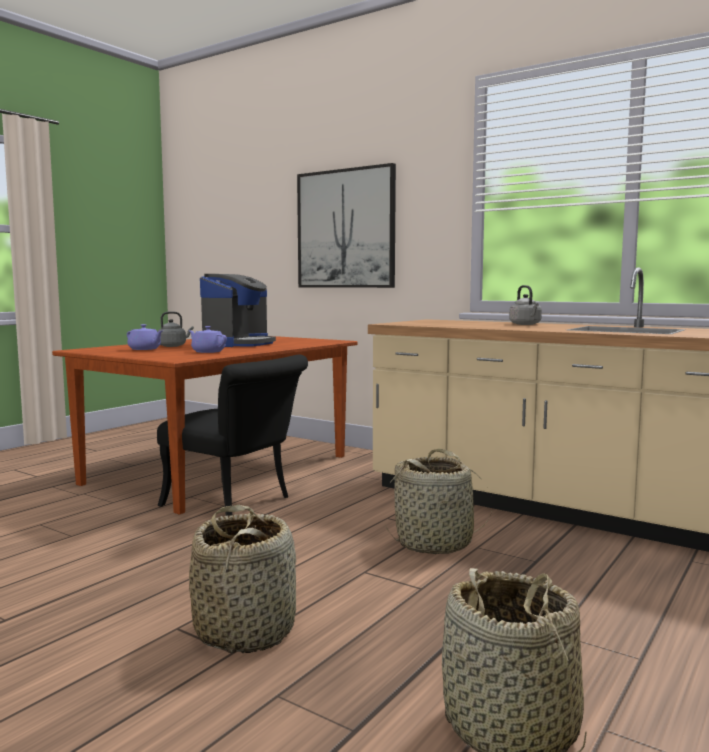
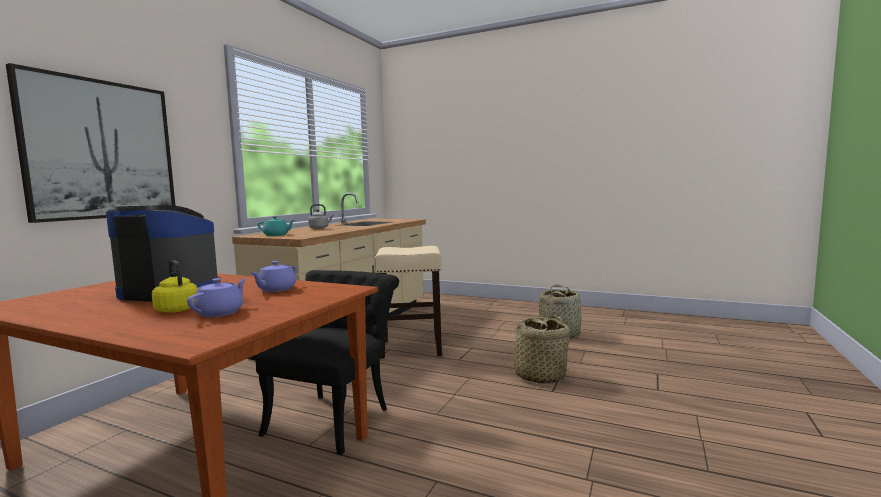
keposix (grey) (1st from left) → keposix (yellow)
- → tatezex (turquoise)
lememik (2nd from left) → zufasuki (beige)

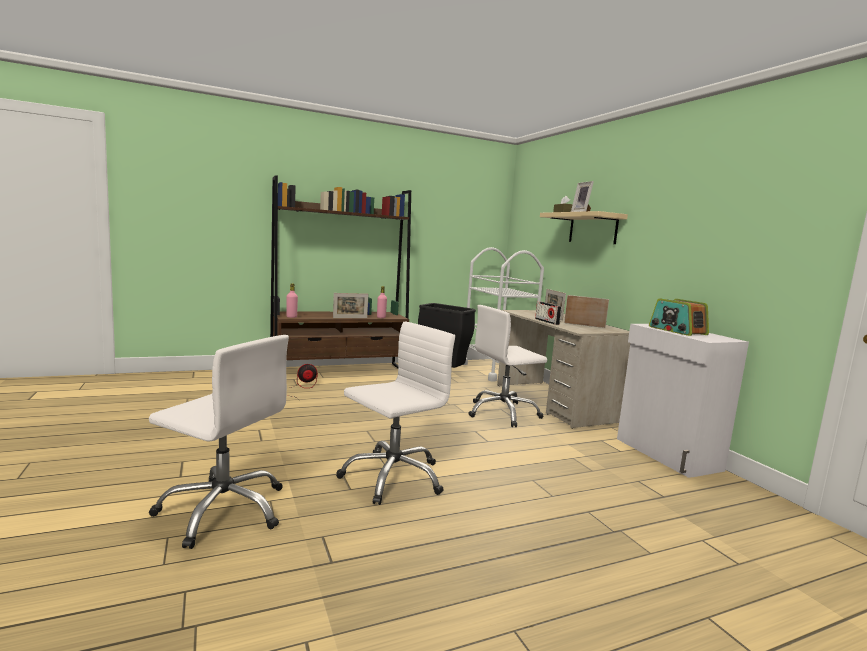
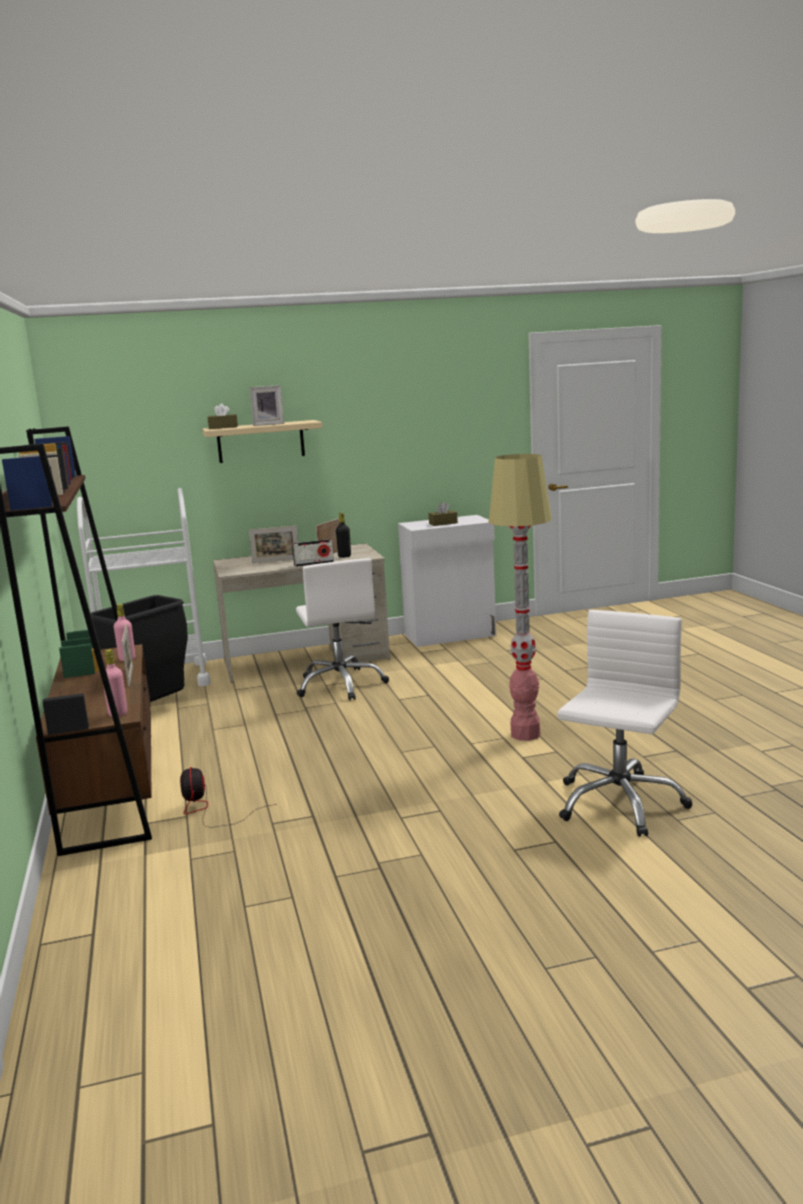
- → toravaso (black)
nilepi (2nd from left) → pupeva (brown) (2nd from left)
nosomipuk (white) (2nd from left) → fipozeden

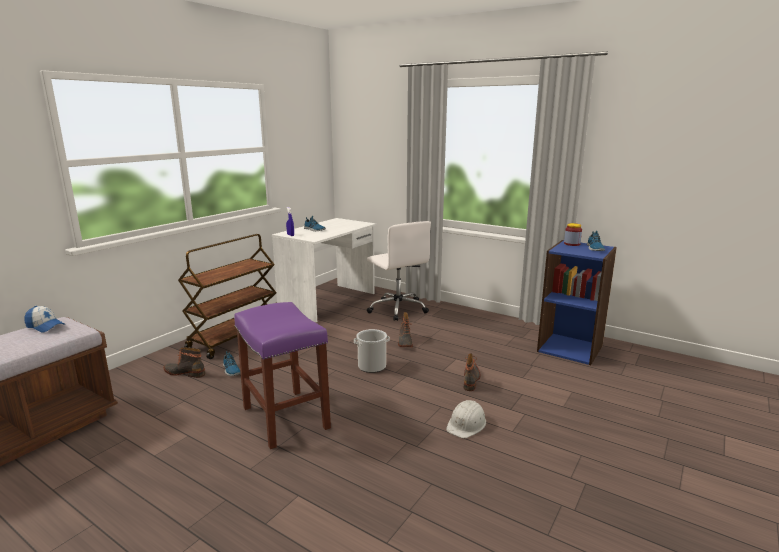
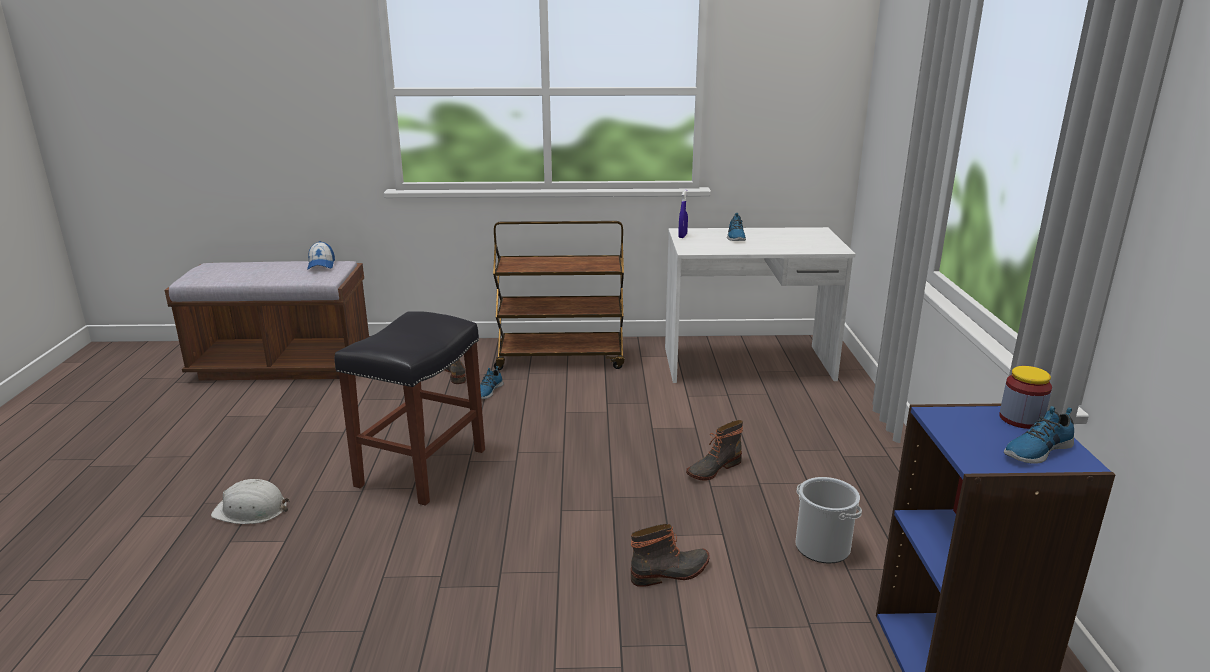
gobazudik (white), move
zufasuki (purple) → zufasuki (black)
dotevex, move
nosomipuk (white) → -

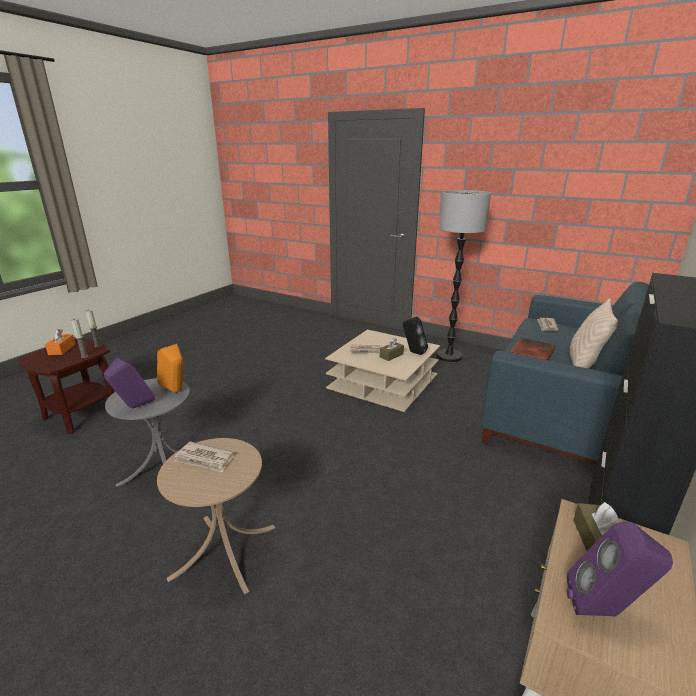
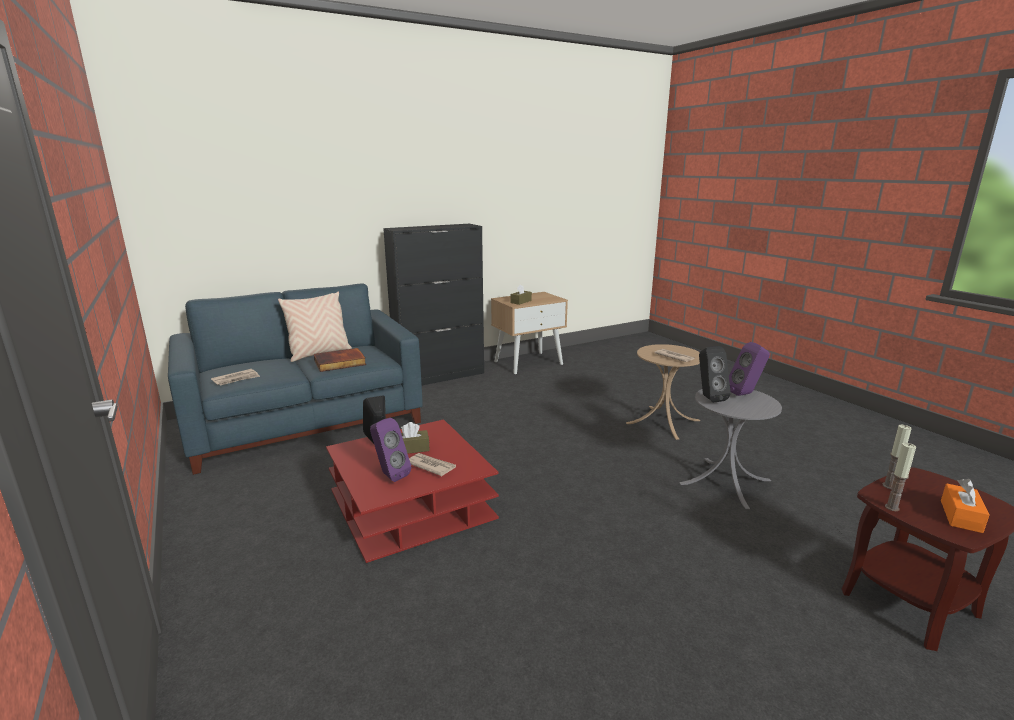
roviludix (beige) → roviludix (red)
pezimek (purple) (2nd from left in the first image) → pezimek (purple) (1st from left), move
pezimek (orange) → pezimek (black) (2nd from left)
fipozeden → -

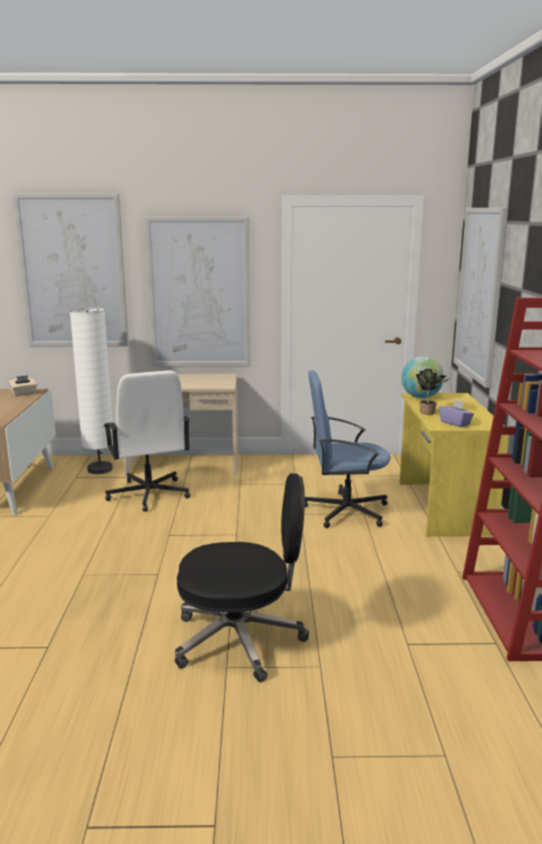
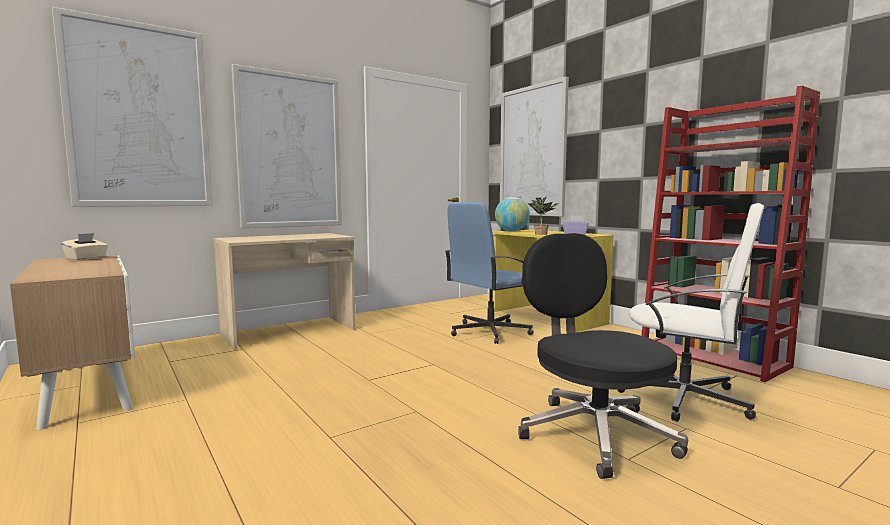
nosomipuk (black), 75 degrees counterclockwise
nosomipuk (white), move
fipozeden (white) → -

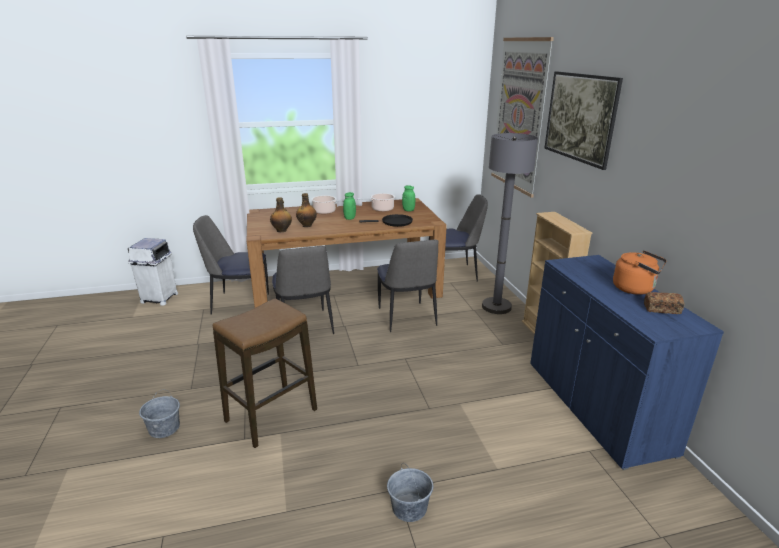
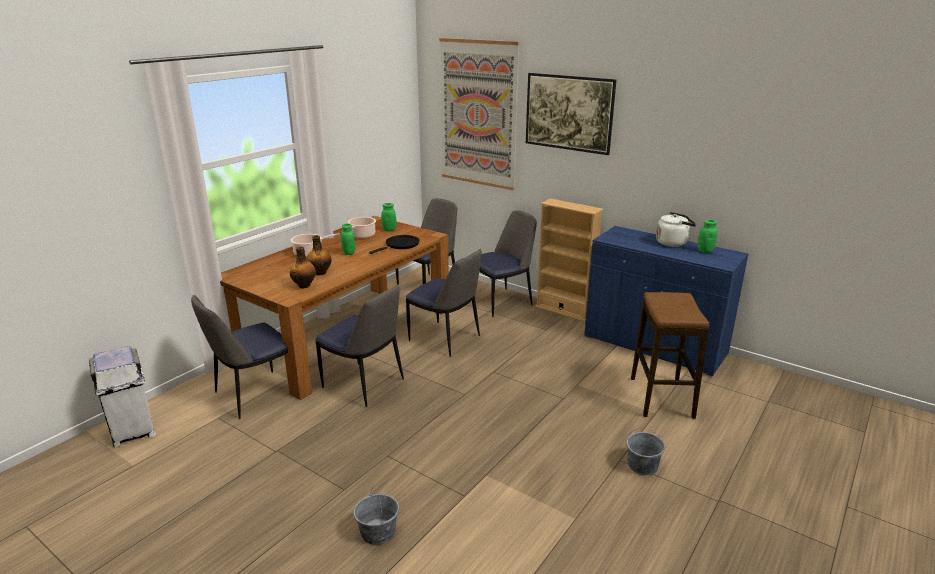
fipozeden (grey) → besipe (5th from left)
zufasuki, move
keposix (orange) → keposix (white)
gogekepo → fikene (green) (3rd from left)

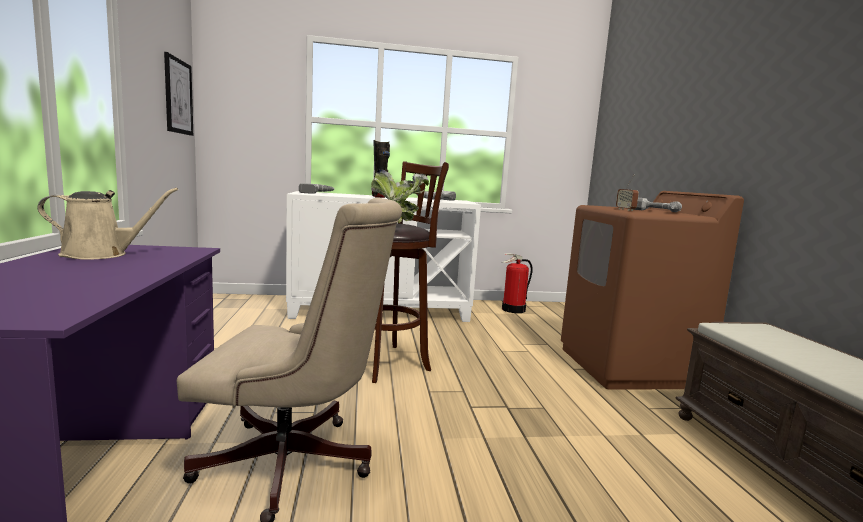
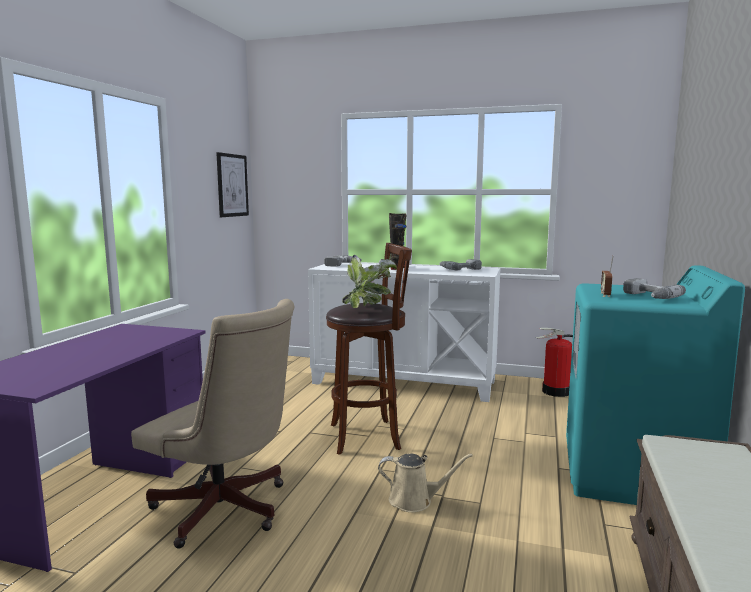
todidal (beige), move
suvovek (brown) → suvovek (turquoise)

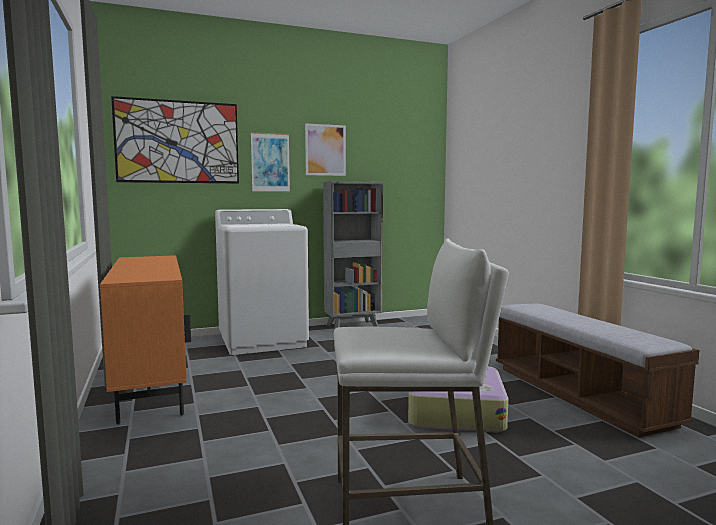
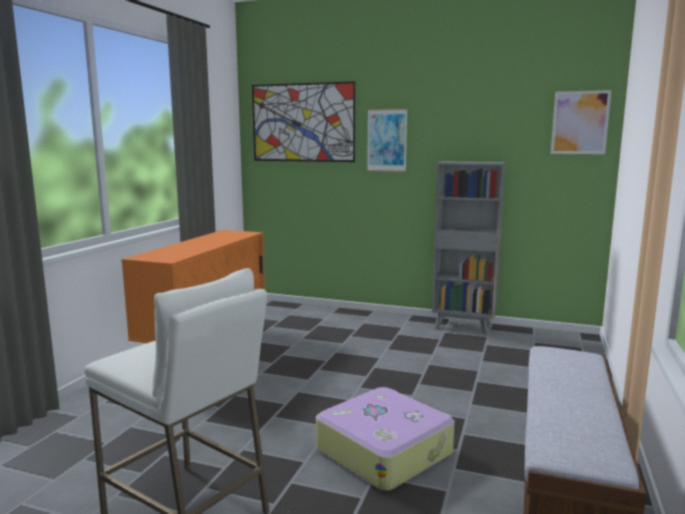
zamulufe (3rd from left), move
suvovek (white) → -

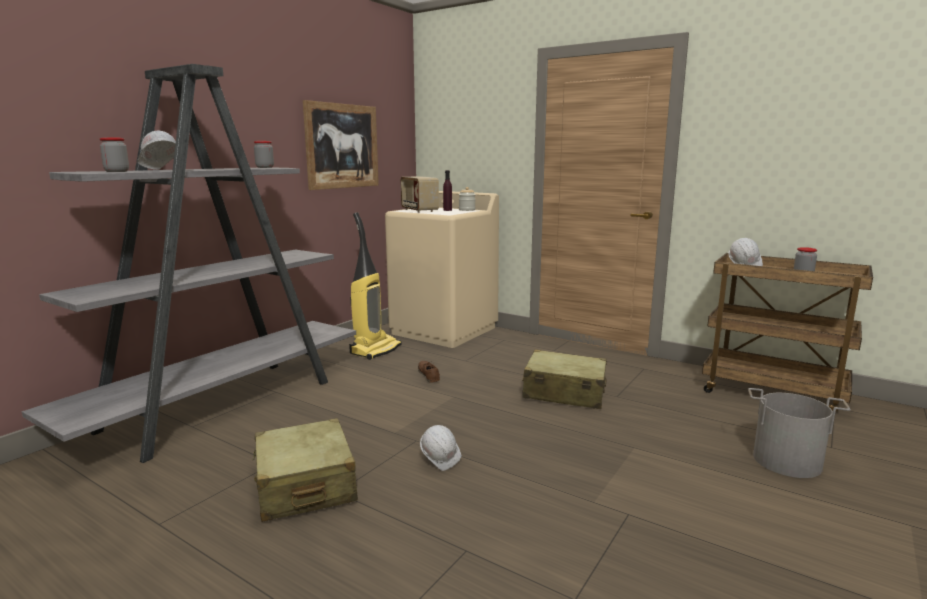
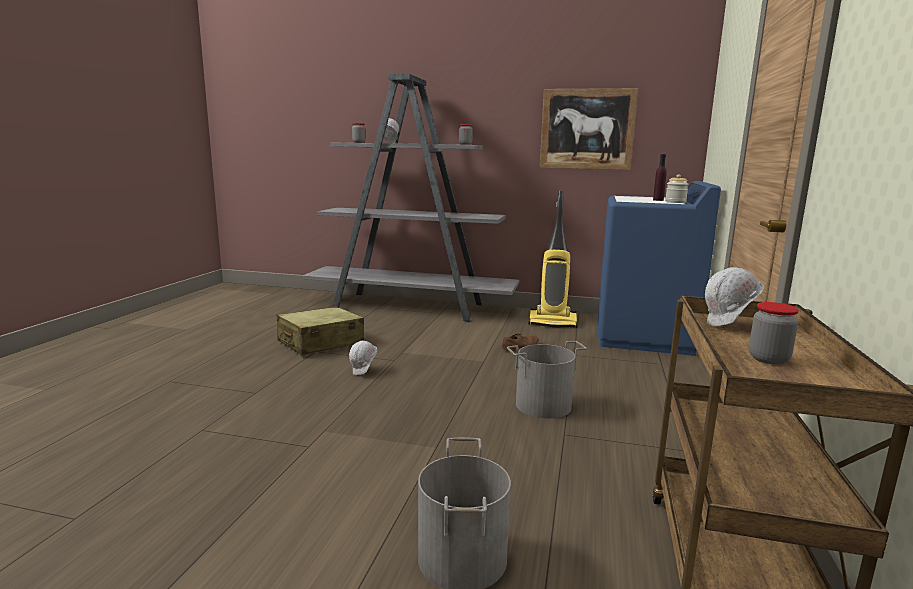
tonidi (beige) (2nd from left) → dotevex (grey) (2nd from left)
suvovek (beige) → suvovek (blue)
nilepi → -

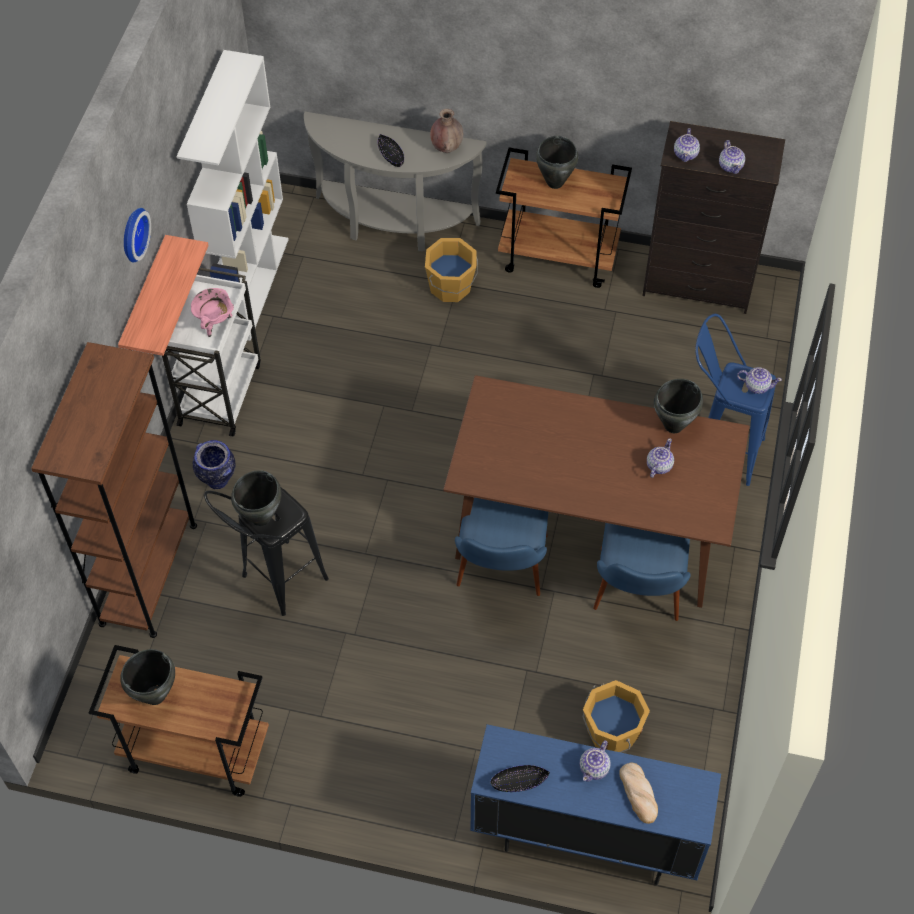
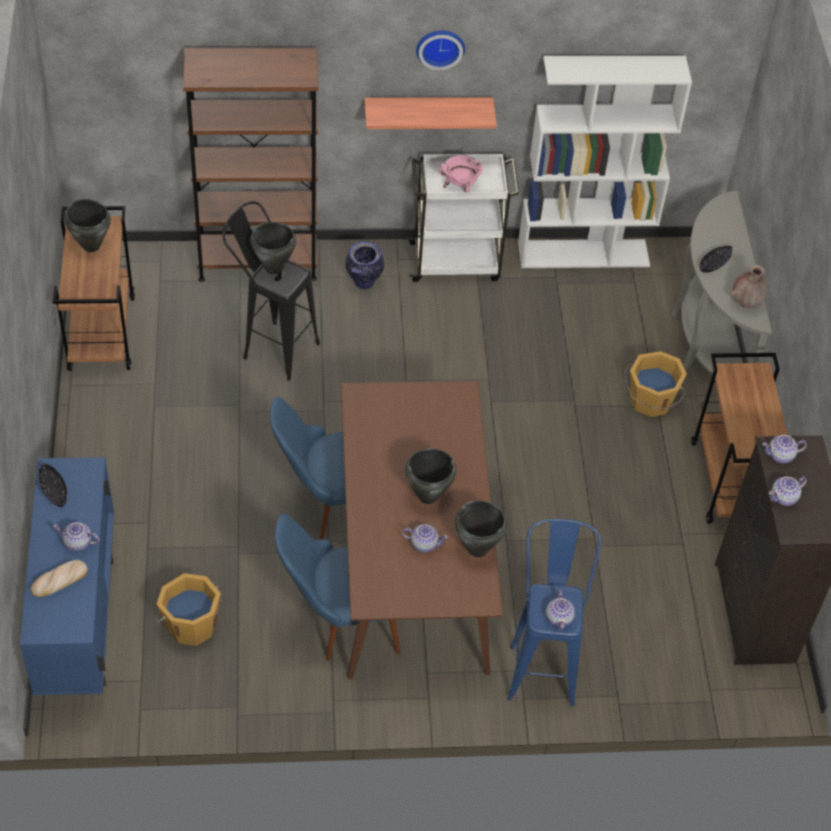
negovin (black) (3rd from left), move

